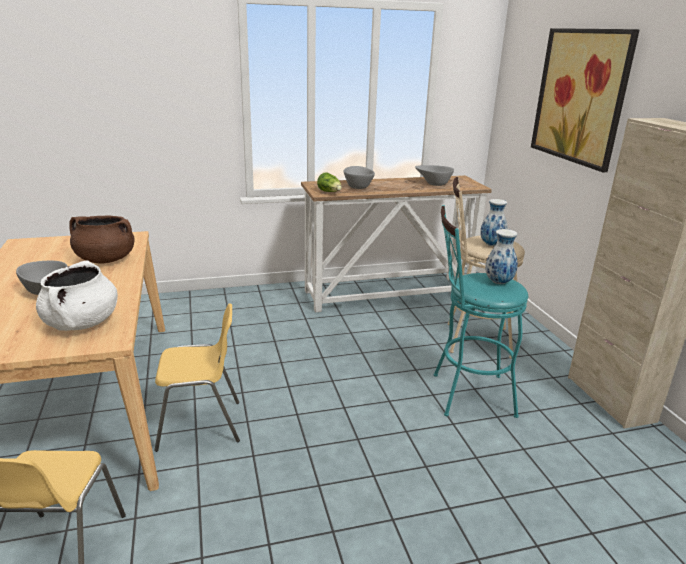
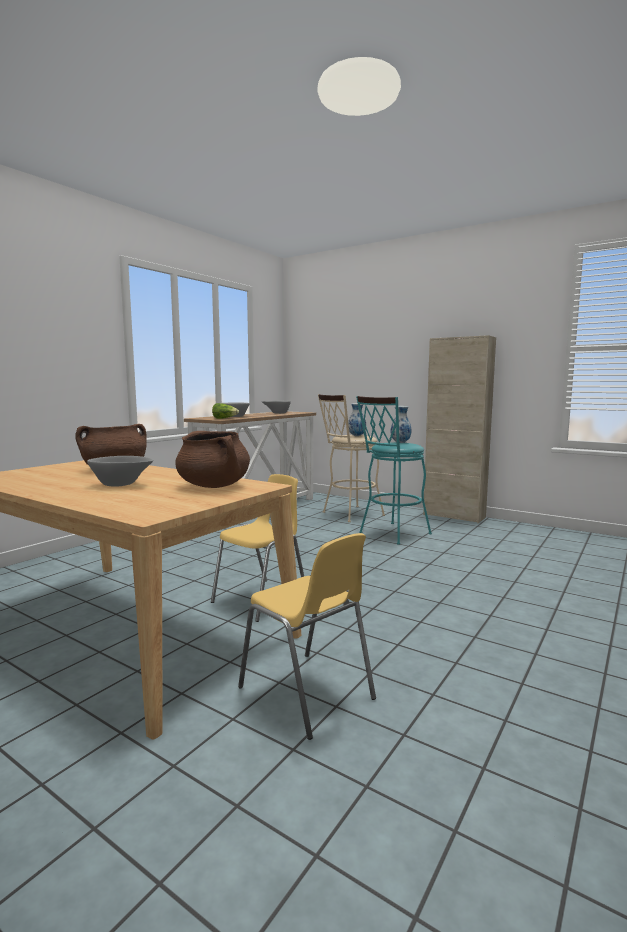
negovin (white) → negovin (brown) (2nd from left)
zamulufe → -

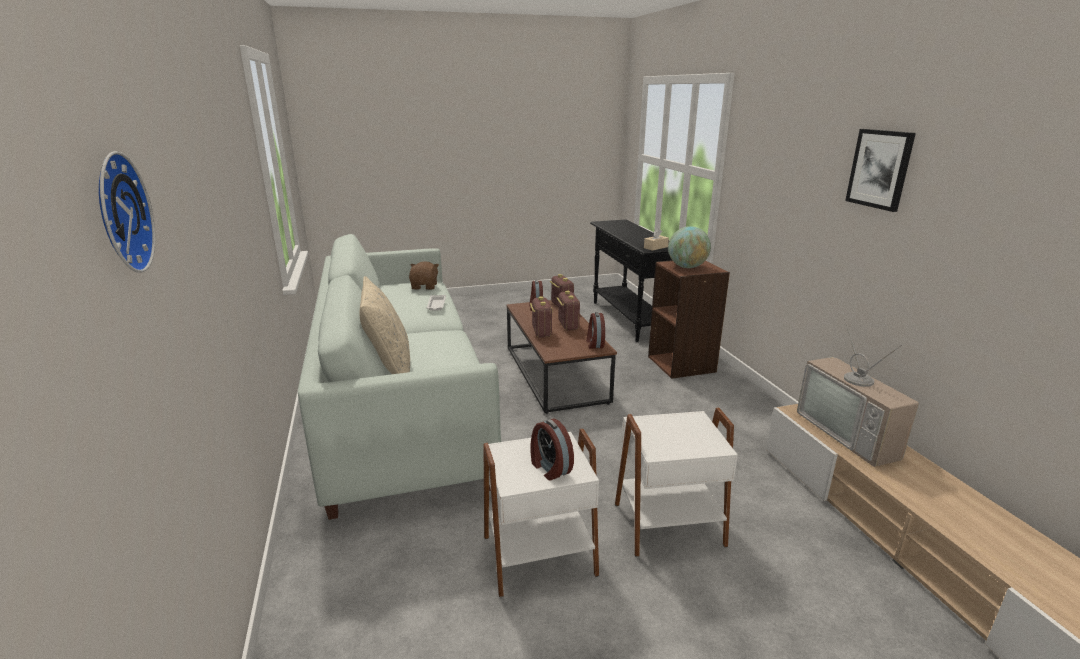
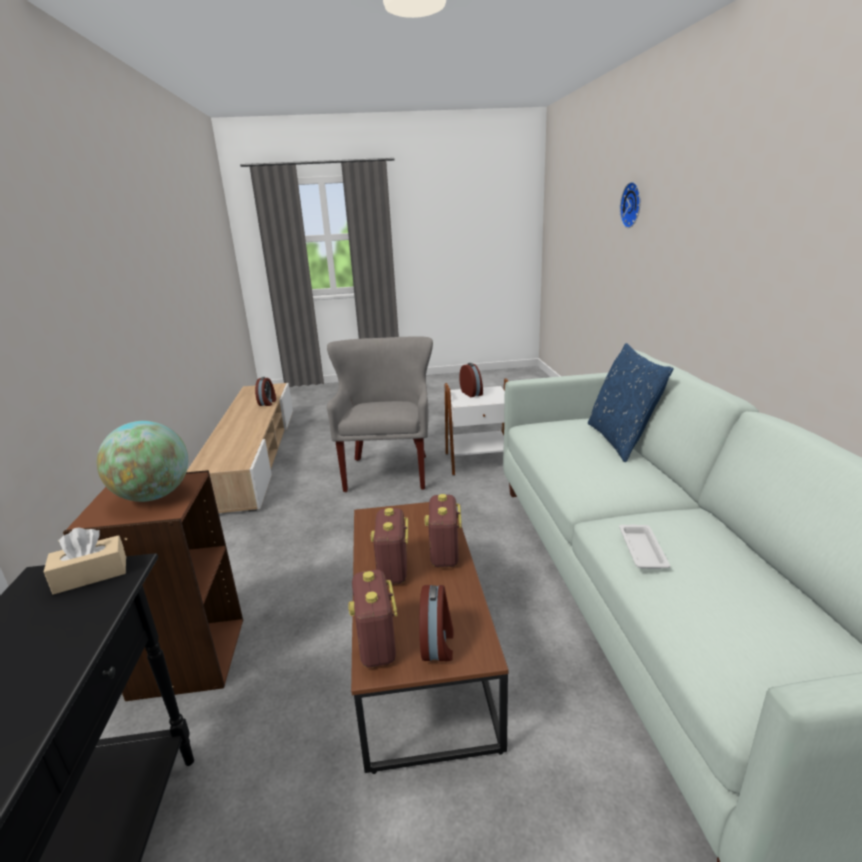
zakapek (3rd from left in the first image) → zakapek (1st from left), move
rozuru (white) (2nd from left) → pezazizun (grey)
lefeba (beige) → lefeba (blue)
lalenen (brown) → -
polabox → -
zamulufe → -

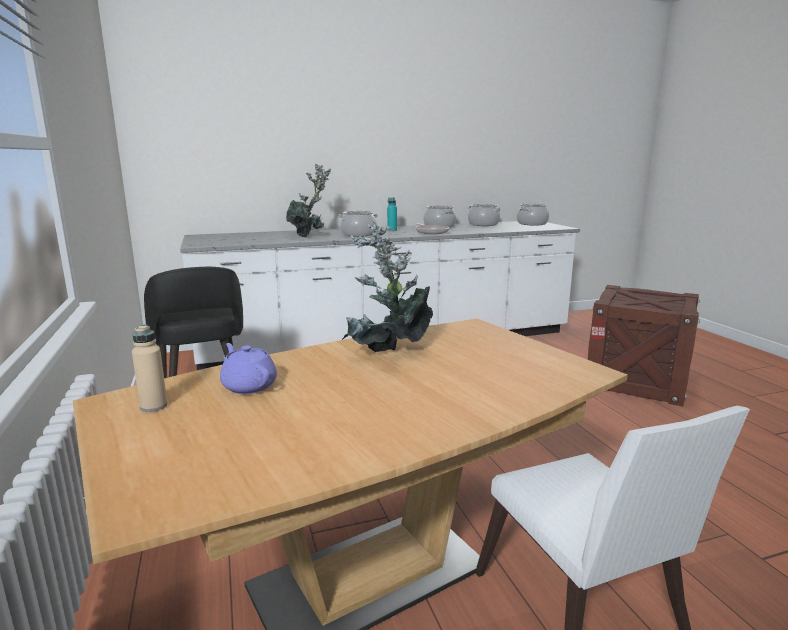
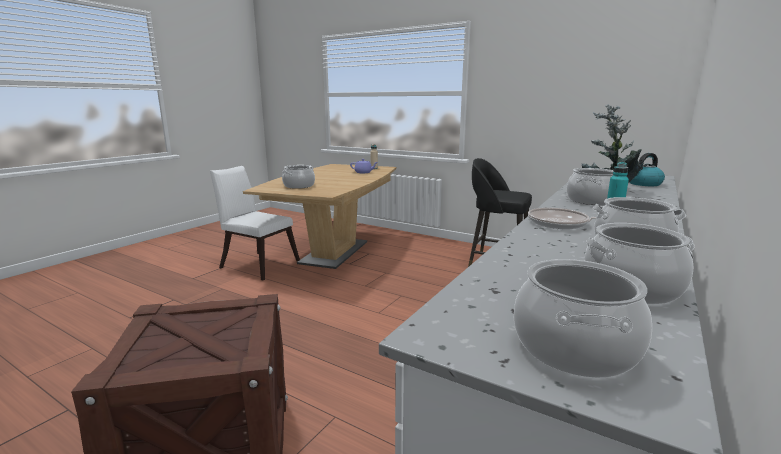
- → negovin (1st from left)
- → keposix
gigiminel (2nd from left) → -

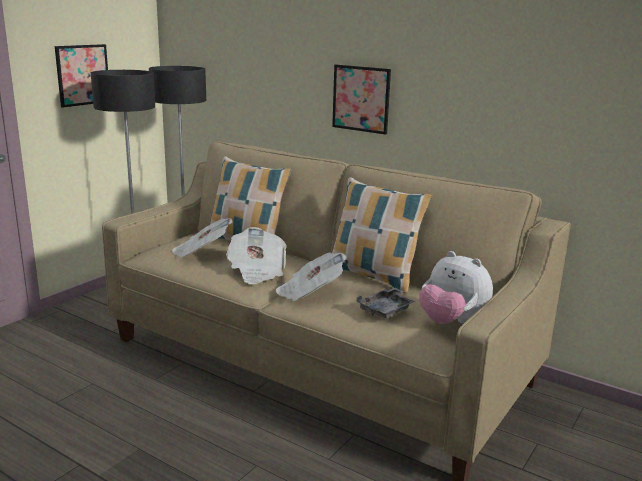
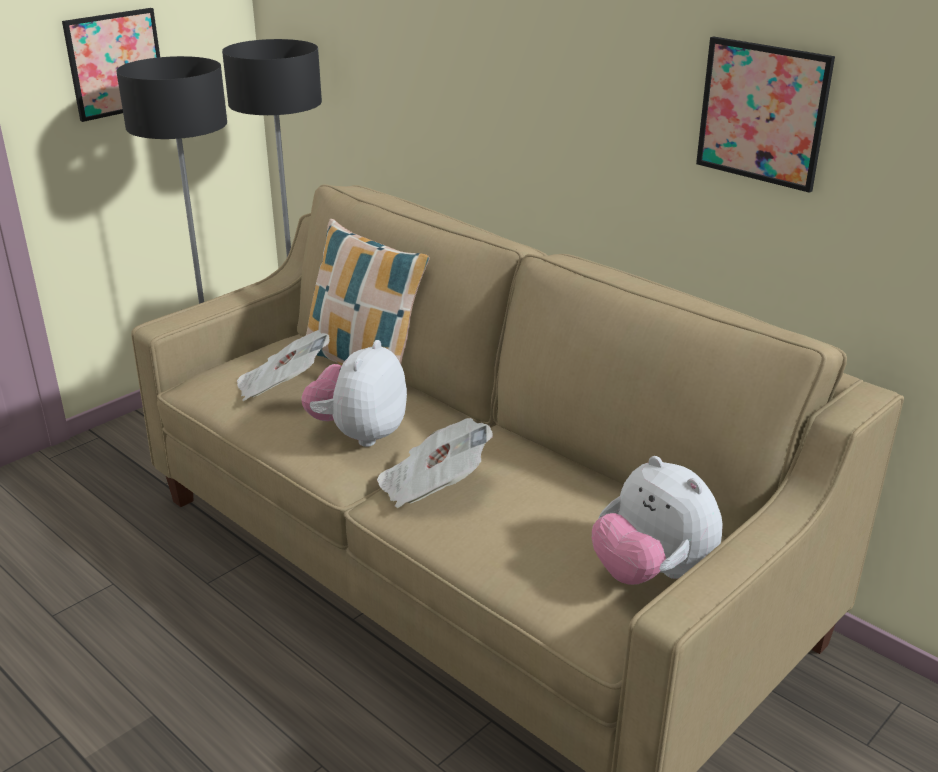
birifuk (2nd from left) → lalenen (1st from left)
zamulufe (2nd from left), move
lefeba (2nd from left) → -
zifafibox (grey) → -

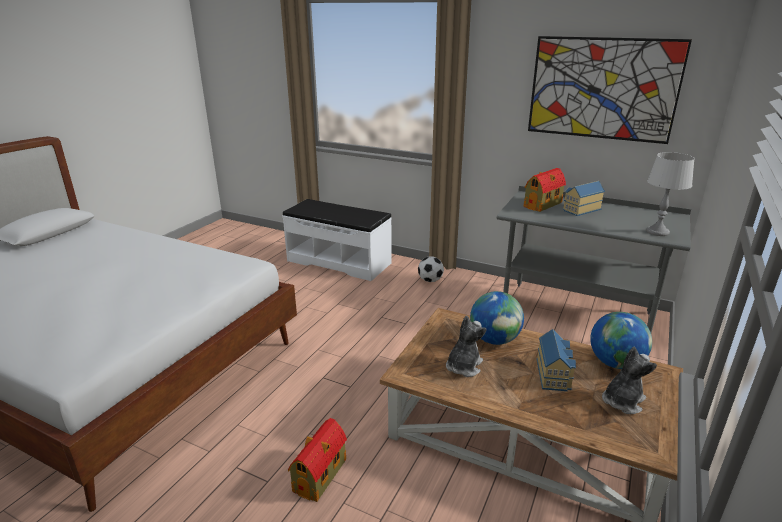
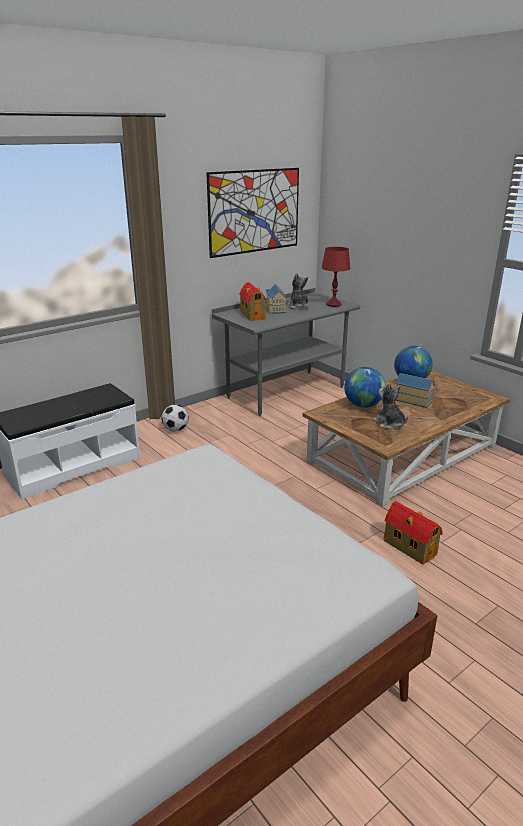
lalenen (2nd from left in the first image) → lalenen (1st from left), move
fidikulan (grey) → fidikulan (red)

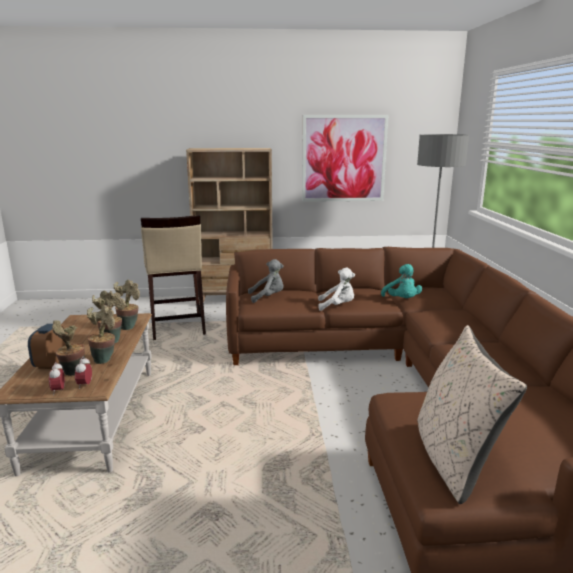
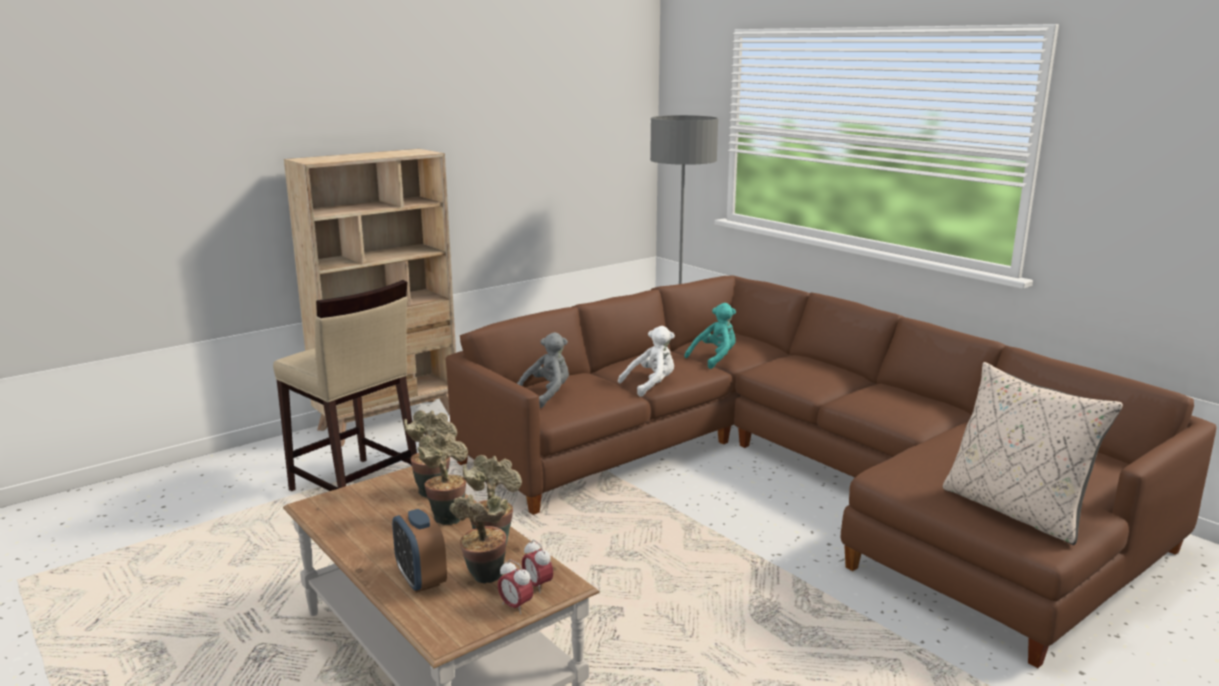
lalenen (turquoise), 75 degrees counterclockwise
zamulufe → -

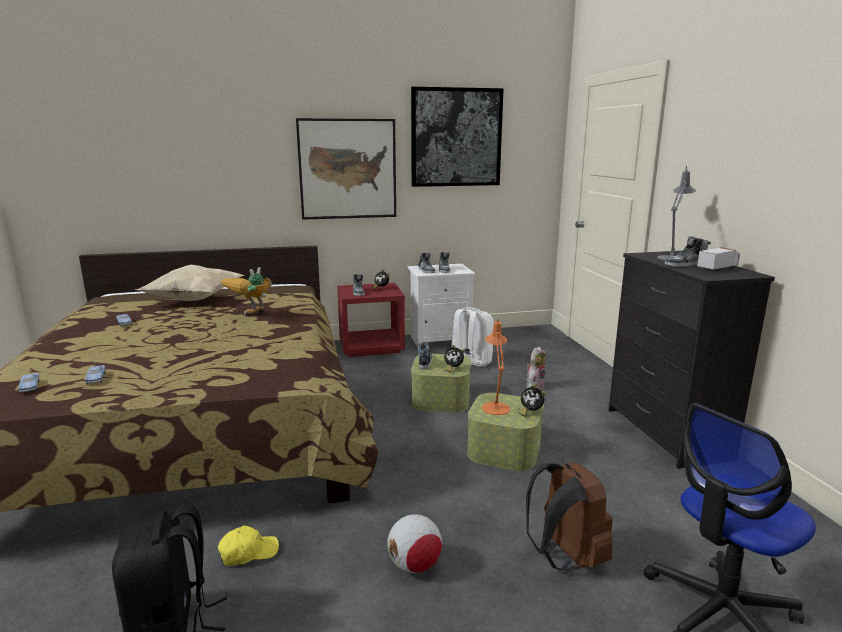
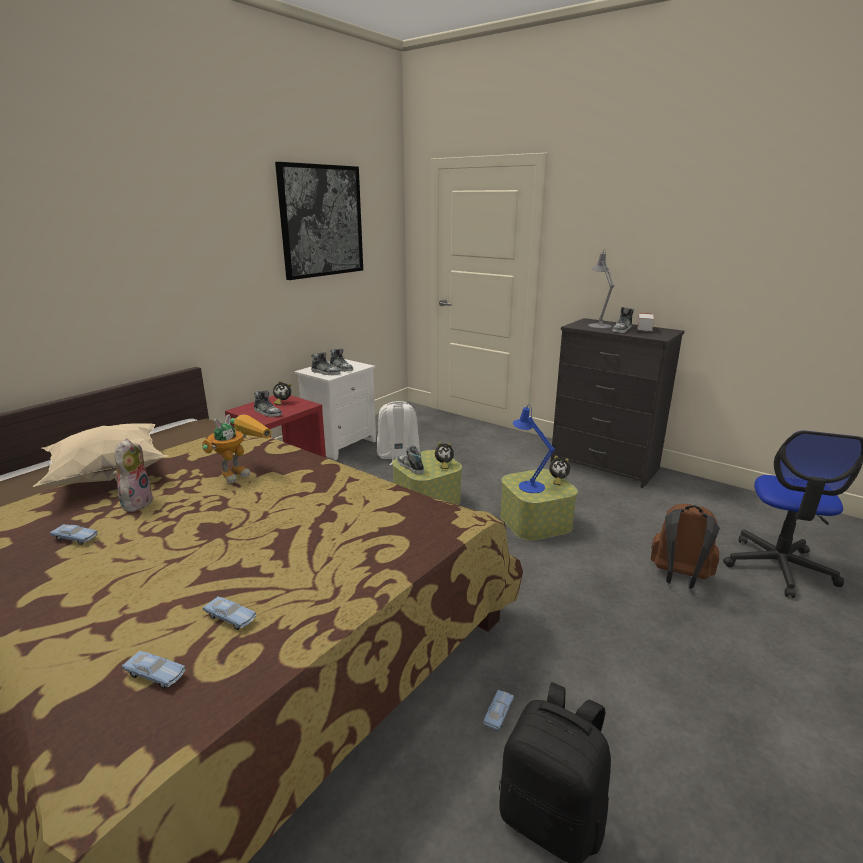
lalenen, move
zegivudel, 135 degrees counterclockwise
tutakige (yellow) → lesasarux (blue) (4th from left)
fidikulan (orange) → fidikulan (blue)
zamulufe (1st from left) → -
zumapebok → -

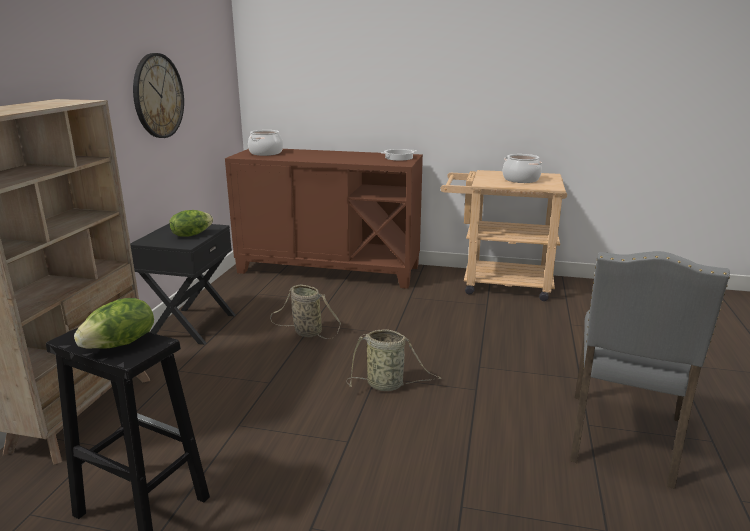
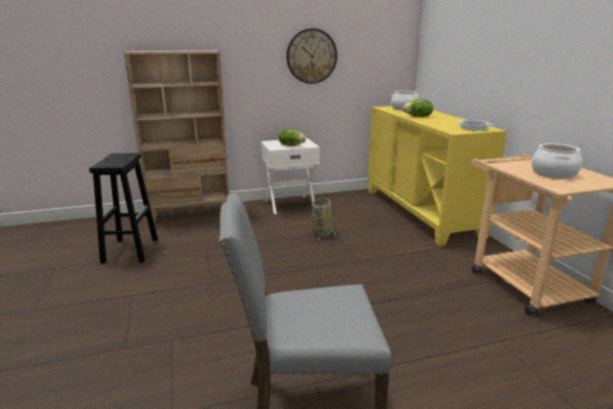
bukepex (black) → bukepex (white)
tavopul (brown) → tavopul (yellow)
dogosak (1st from left in the first image) → dogosak (2nd from left), move
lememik (2nd from left) → -

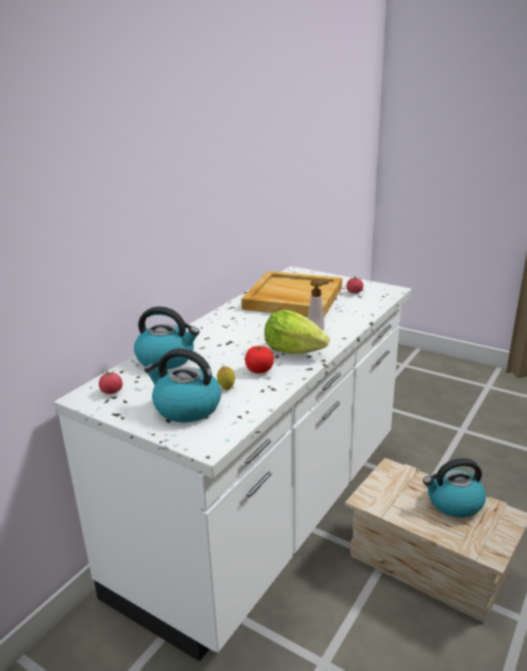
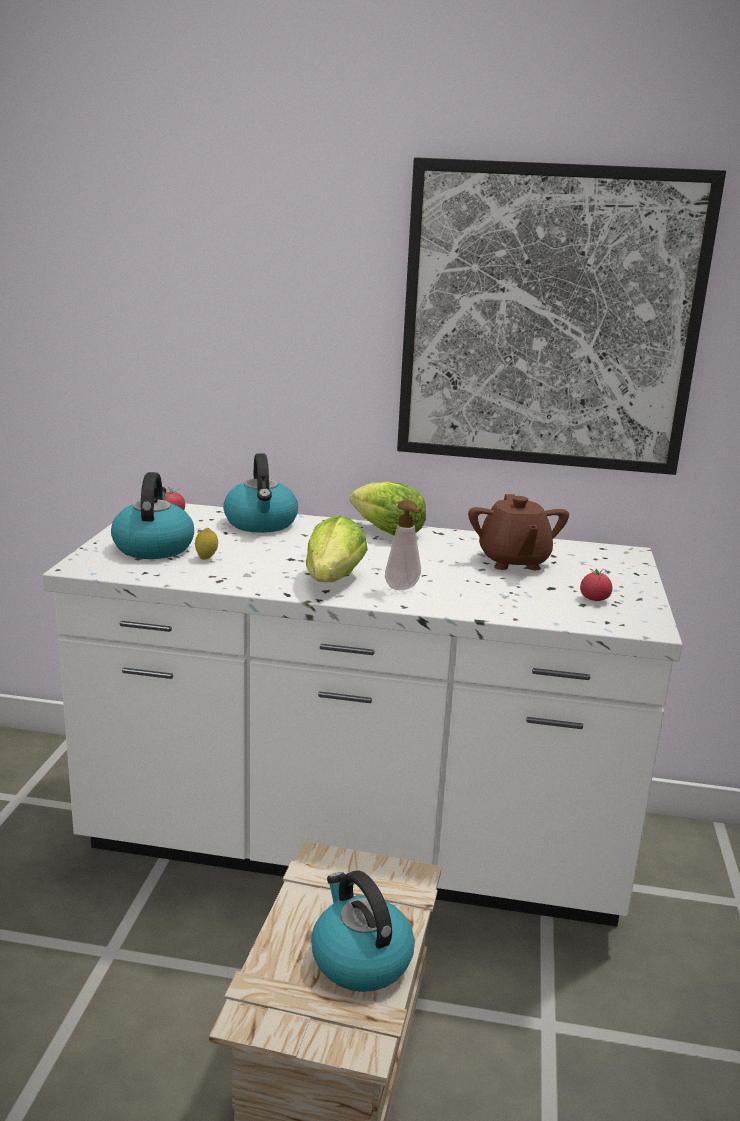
- → dogosak (2nd from left)
- → zamulufe
zifafibox (beige) → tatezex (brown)
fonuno (2nd from left) → -

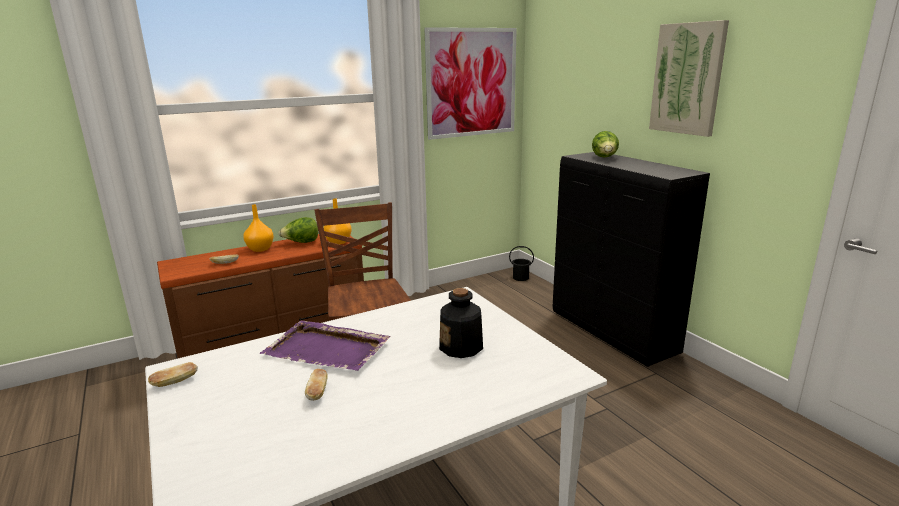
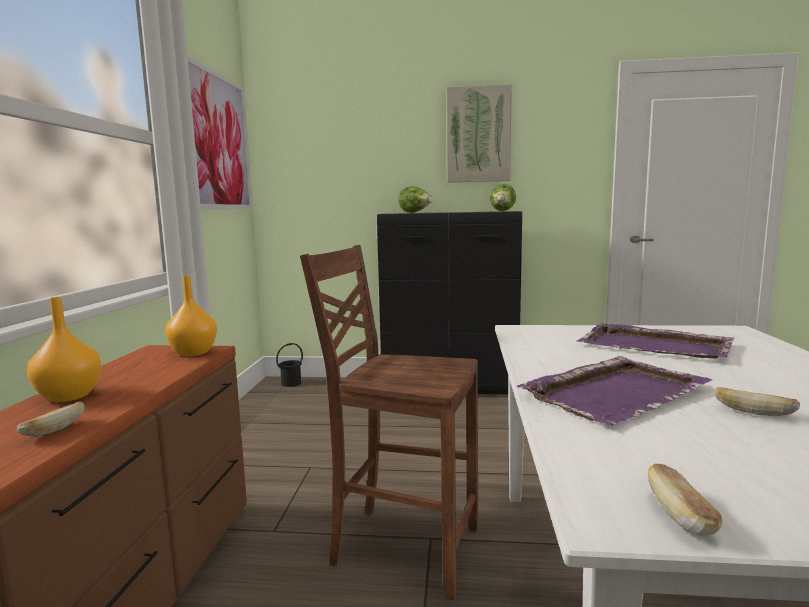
dogosak (1st from left in the first image) → dogosak (2nd from left), move
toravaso → zifafibox (purple) (2nd from left)

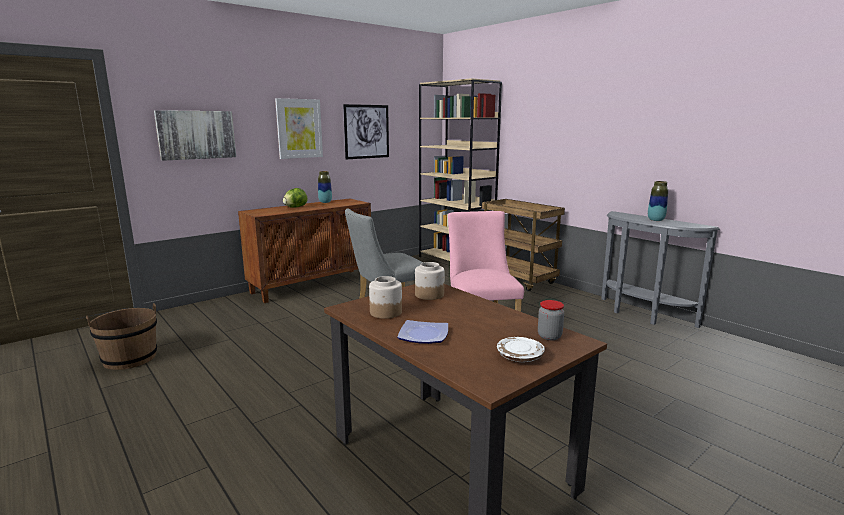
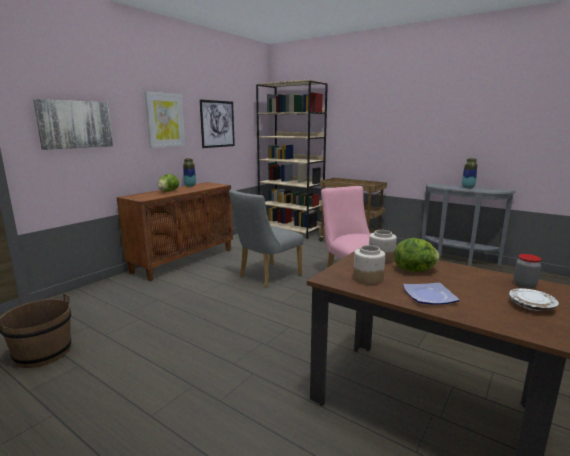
- → dogosak (2nd from left)

